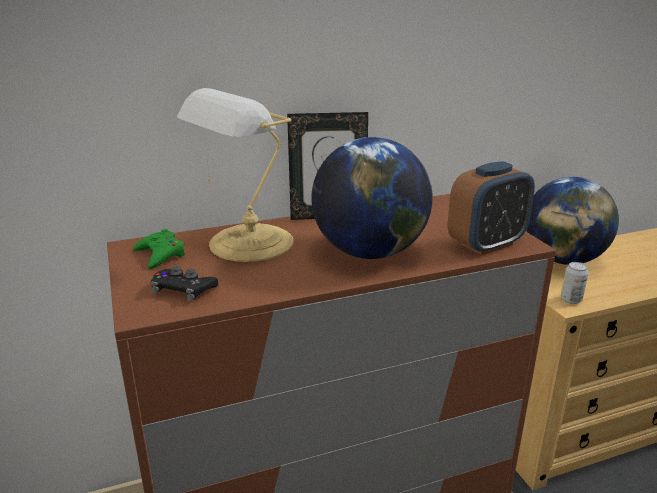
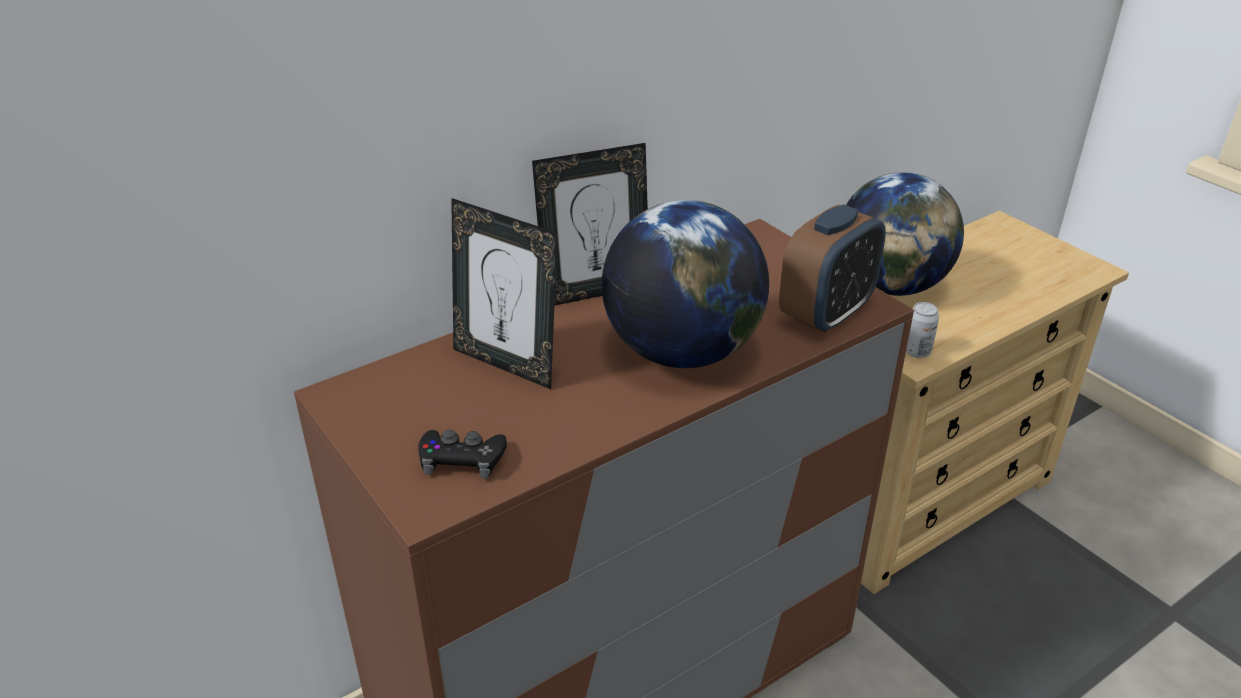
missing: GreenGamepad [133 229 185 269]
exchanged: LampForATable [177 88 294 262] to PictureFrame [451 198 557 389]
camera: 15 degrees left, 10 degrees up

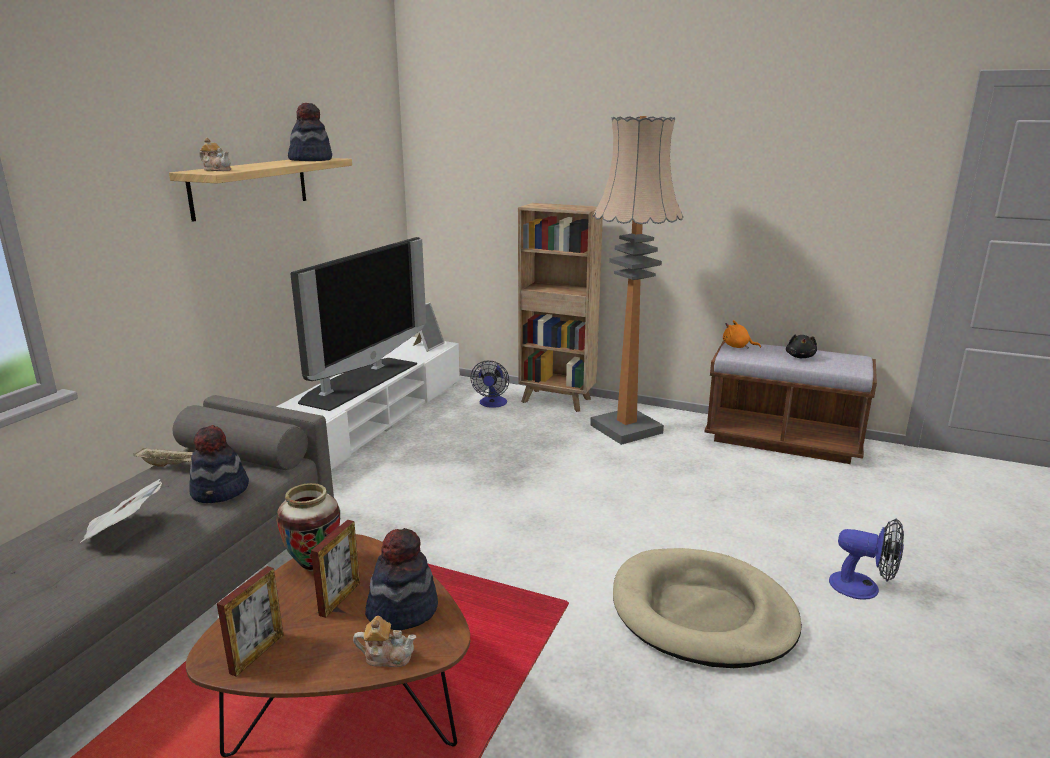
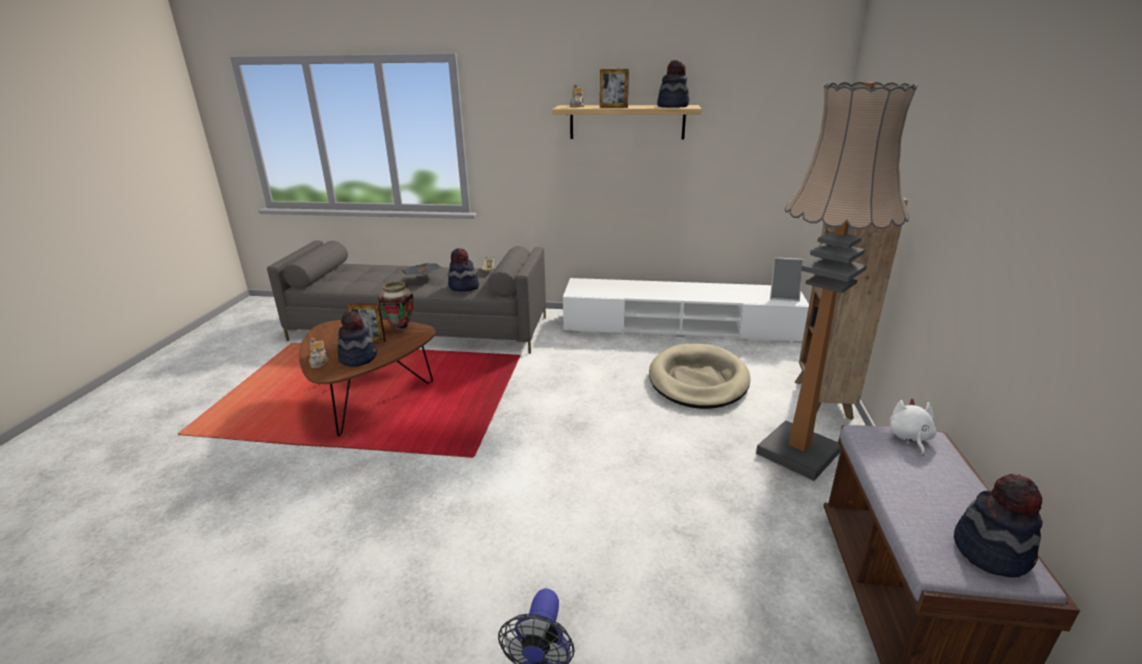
missing: Tv [290 237 426 411]; ElectricFan [471 361 509 408]; BlackCuddlyToy [786 335 817 358]
appeared: ClothingHat [954 474 1042 577]
relocated: PictureFrame [217 566 283 677] to [600 69 629 108]; BeigeColouredDogBed [613 548 802 668] to [649 344 750 409]
colour: OrangeColouredCuddlyToy [723 320 761 349] to WhiteCuddlyToy [890 398 936 455]
camera: 75 degrees right, 5 degrees up

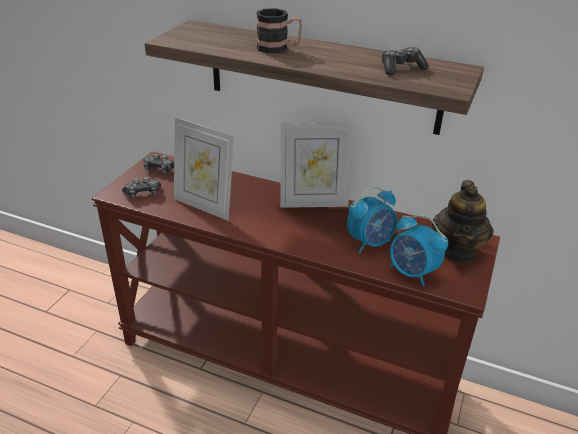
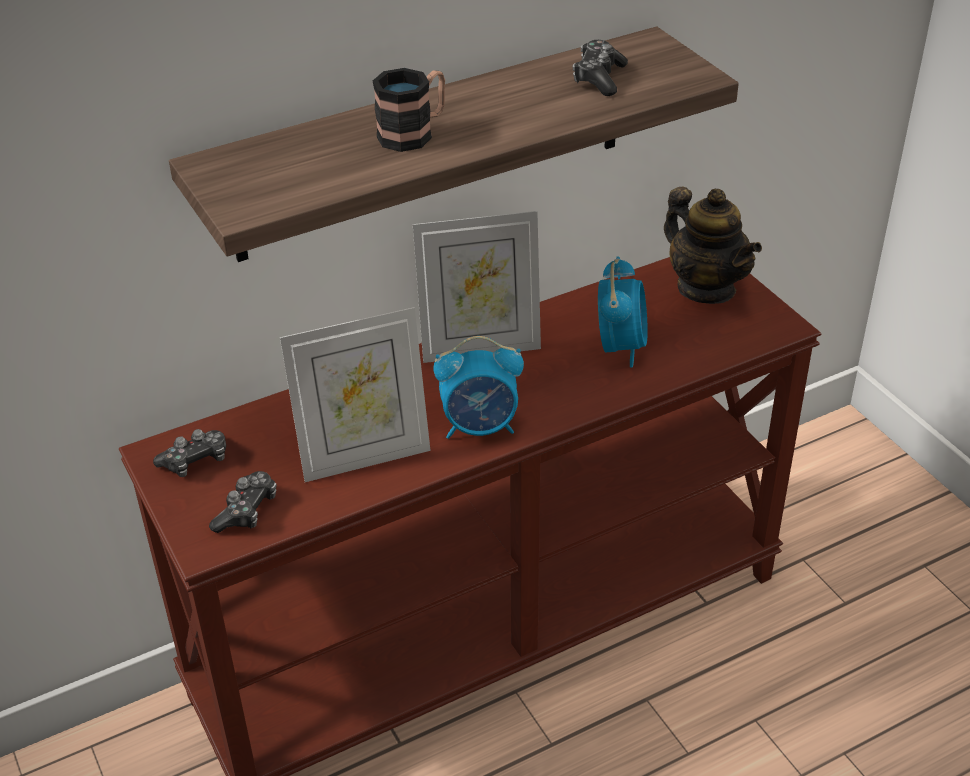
relocated: AlarmClock [390 215 448 286] to [433 336 524 439]
spun: PictureFrame [280 123 354 208] = [413 211 541 363] 45 degrees clockwise
camera: 50 degrees left, 5 degrees up

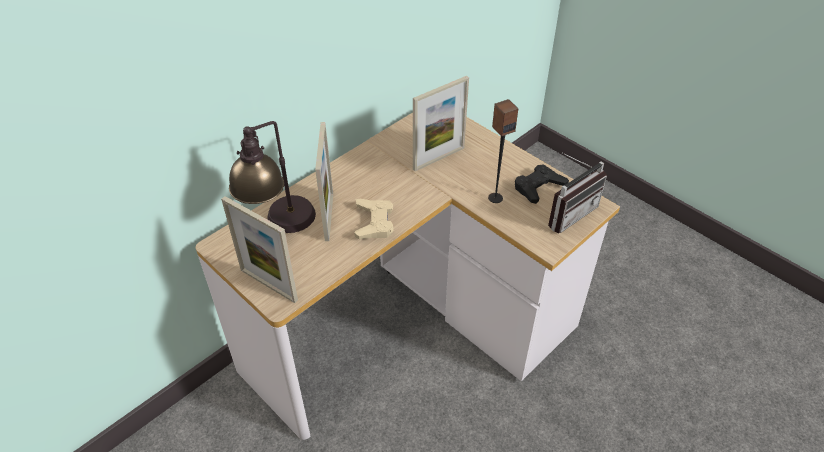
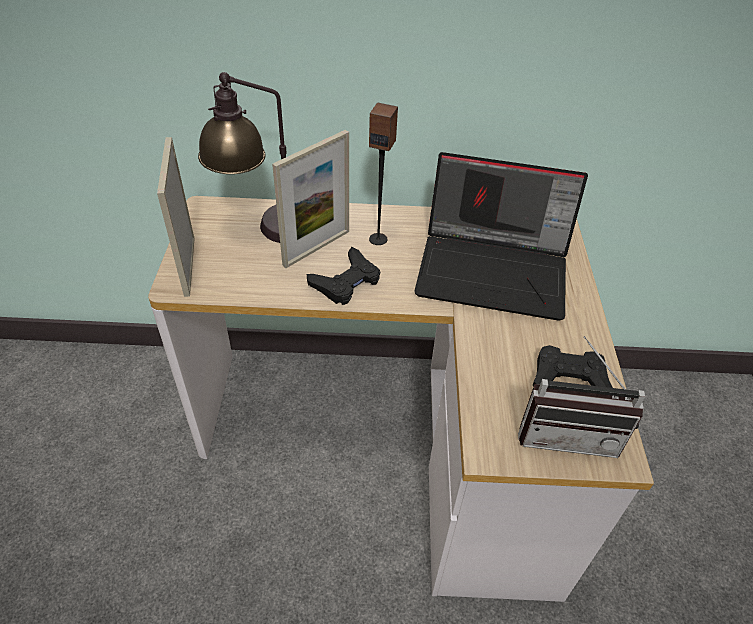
relocated: Speaker [488 99 518 203] to [369 103 398 245]
exchanged: PictureFrame [413 76 469 171] to PortableComputer [414 152 588 321]
colour: BeigeColouredGamepad [354 199 393 239] to BlackGamepad [307 247 380 305]
camera: 45 degrees right, 0 degrees up

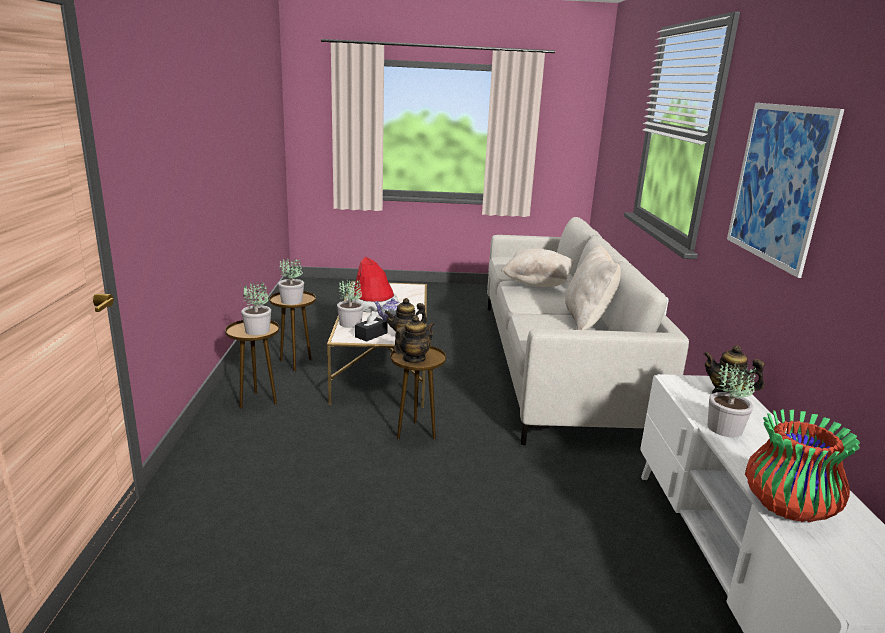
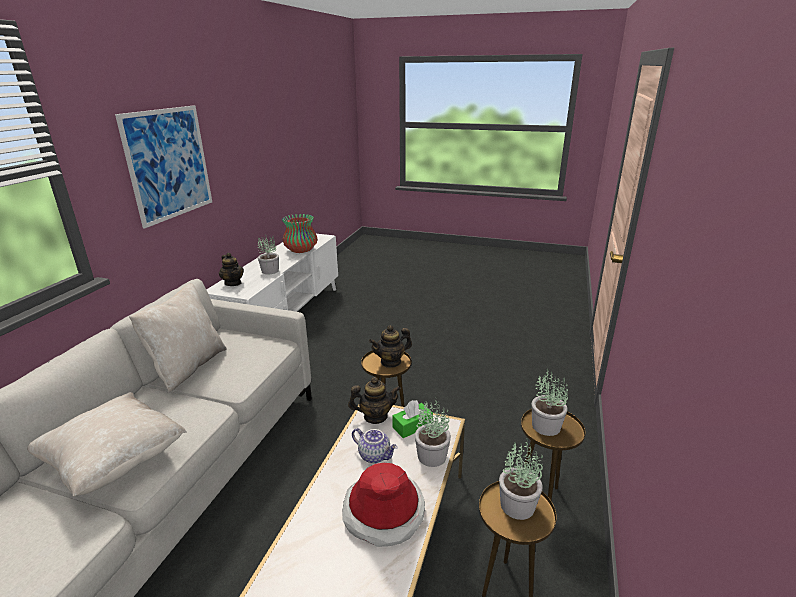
colour: BlackTissueHolder [355 311 388 342] to GreenTissueHolder [392 400 433 438]
camera: 160 degrees left, 5 degrees up

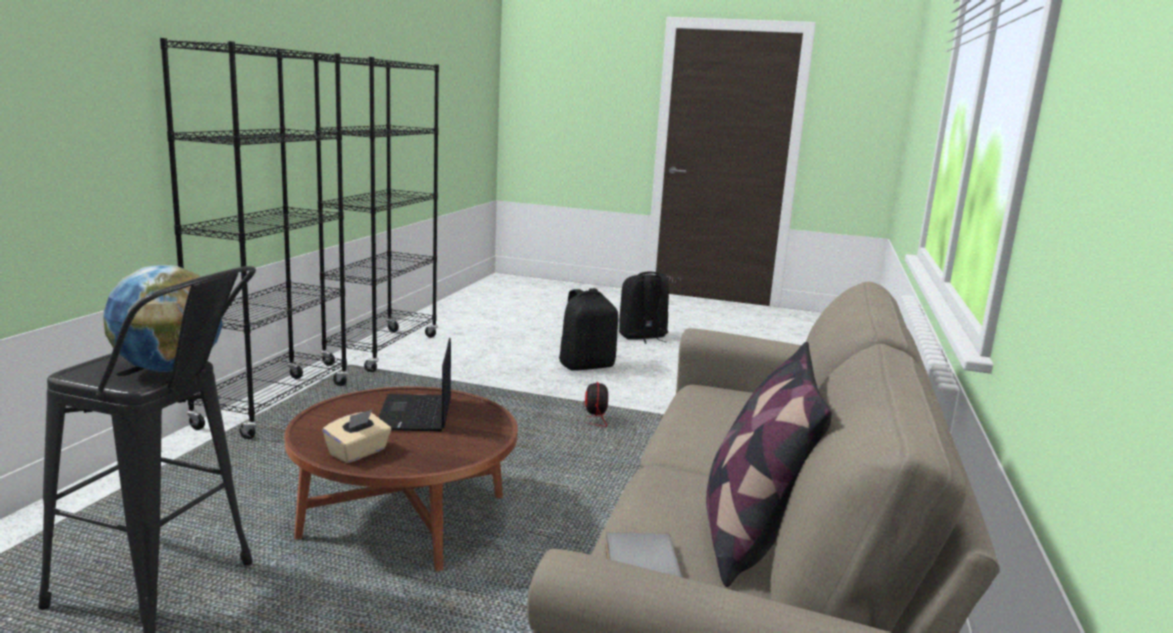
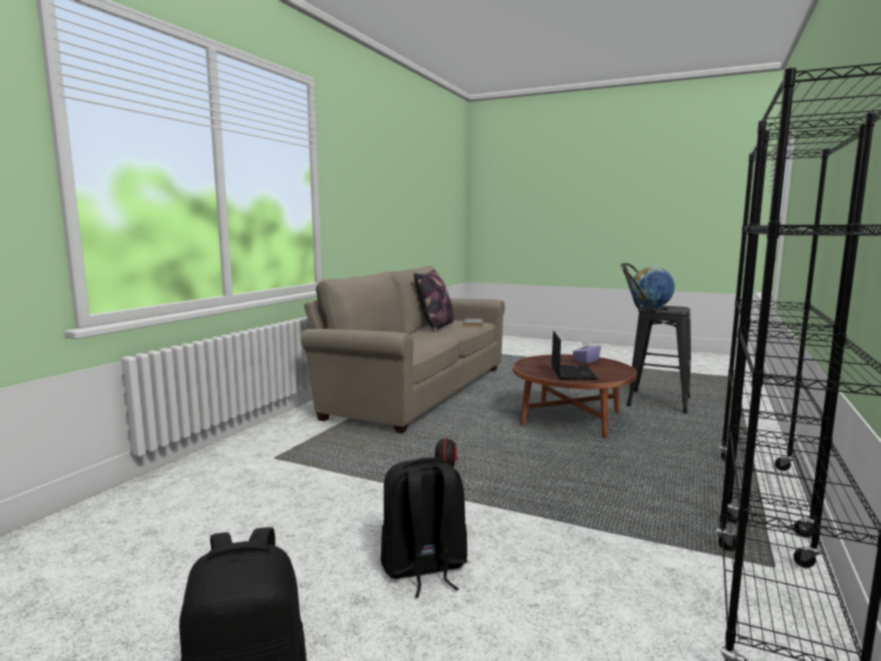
colour: BeigeColouredTissueHolder [323 410 391 463] to PurpleColouredTissueHolder [573 340 601 364]
camera: 170 degrees left, 5 degrees down

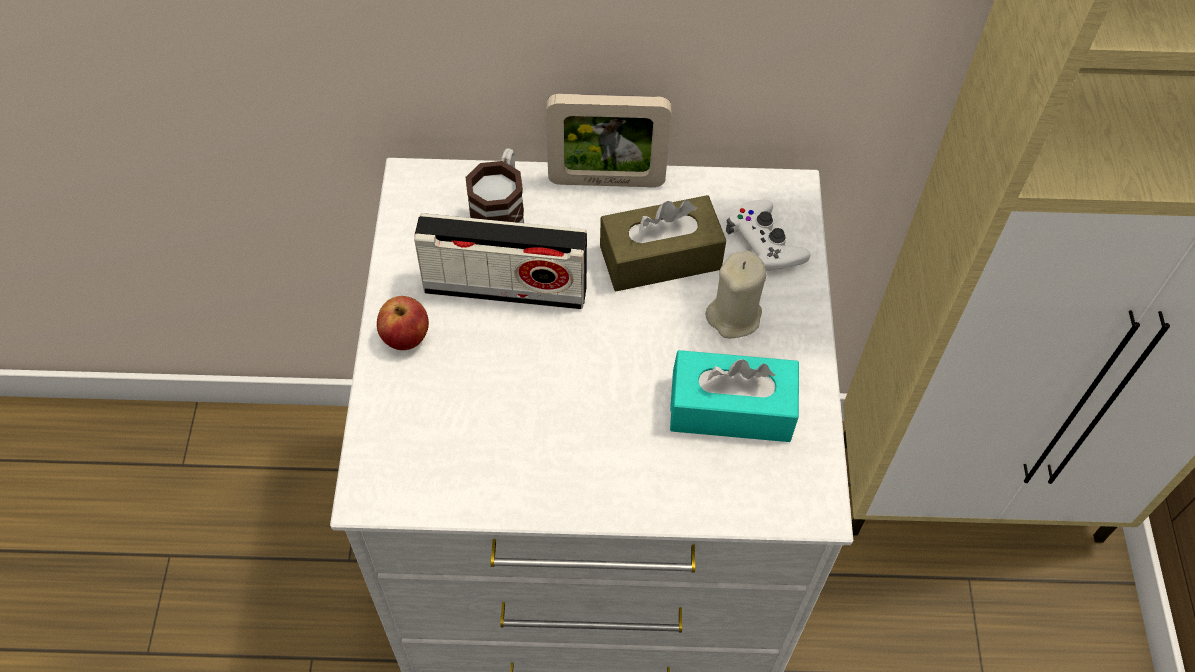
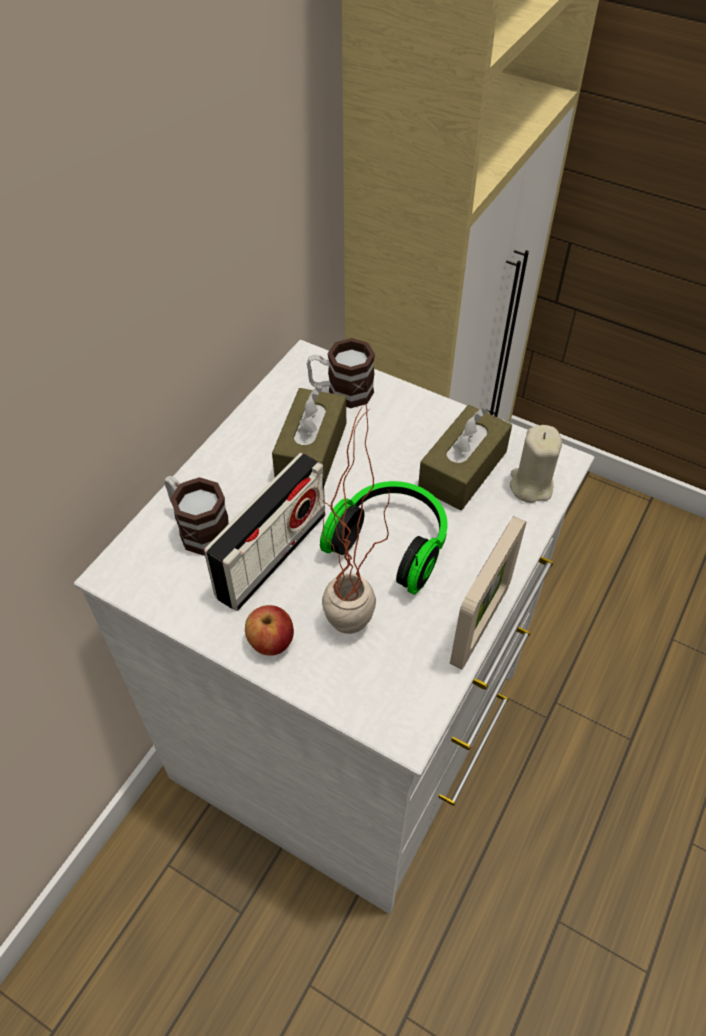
appeared: Houseplant [318 402 390 634]; Headset [320 481 448 595]
relocated: PictureFrame [546 94 671 187] to [450 516 526 669]; BeigeColouredWaxCandle [705 250 766 338] to [510 425 562 503]
exchanged: WhiteGamepad [726 200 810 272] to TeaMug [307 338 375 408]
colour: TurquoiseTissueHolder [670 350 799 442] to BrownColouredTissueHolder [418 405 512 510]
camera: 60 degrees left, 5 degrees down

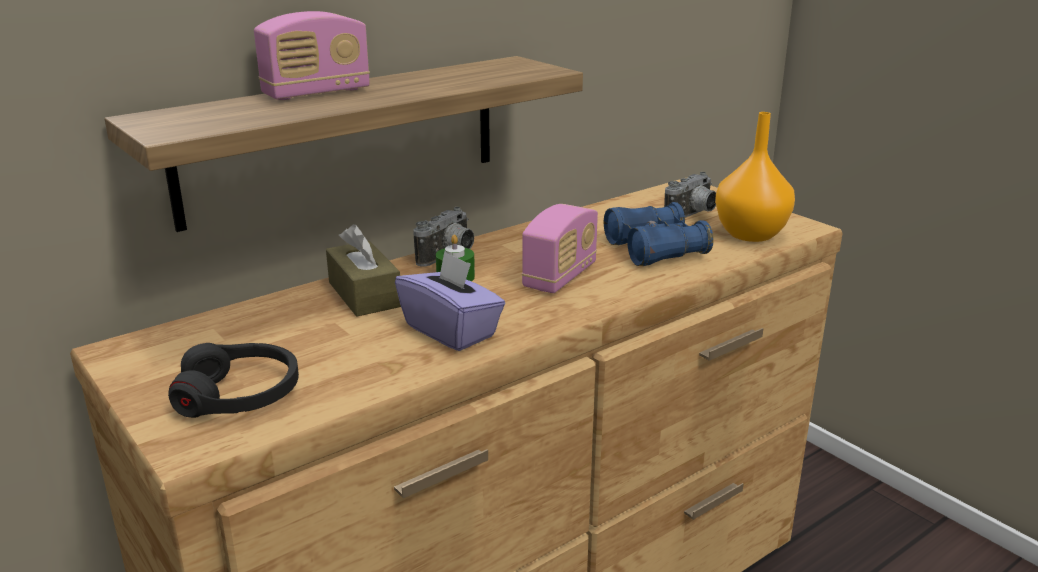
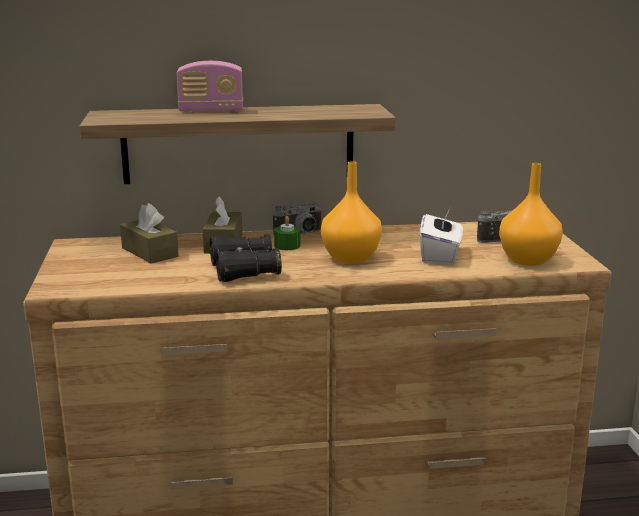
missing: BlackHeadset [168 343 299 418]
appeared: BrownColouredTissueHolder [120 203 179 263]
exchanged: PurpleColouredTissueHolder [395 251 505 351] to BlackFieldGlasses [210 234 282 282]; RadioSet [522 204 598 293] to OrangeColouredVase [321 161 382 264]; BlueColouredFieldGlasses [604 202 714 266] to WhiteTissueHolder [420 208 463 264]
camera: 30 degrees right, 5 degrees down

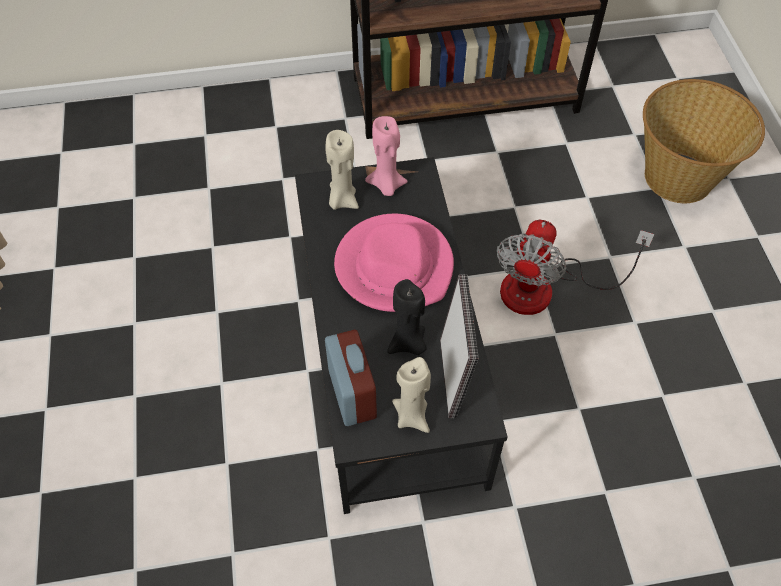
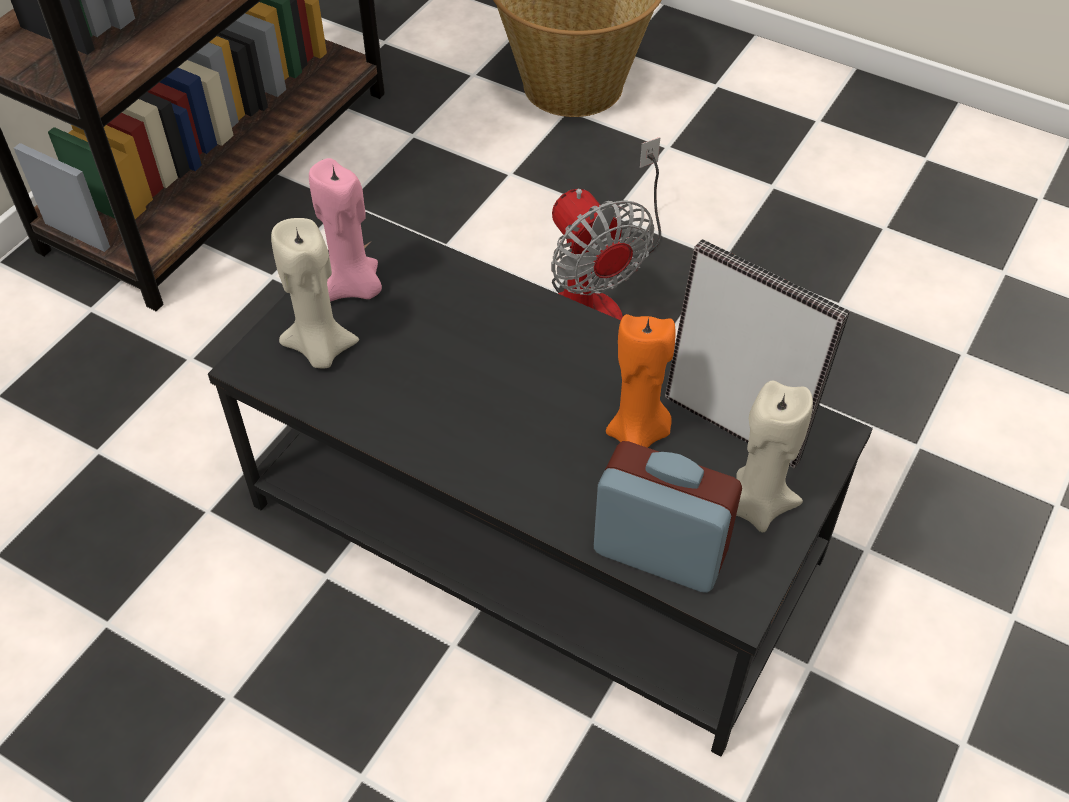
missing: PinkClothingHat [334 214 454 312]
colour: BlackWaxCandle [387 279 427 355] to OrangeColouredWaxCandle [606 314 676 448]
camera: 50 degrees left, 5 degrees down

